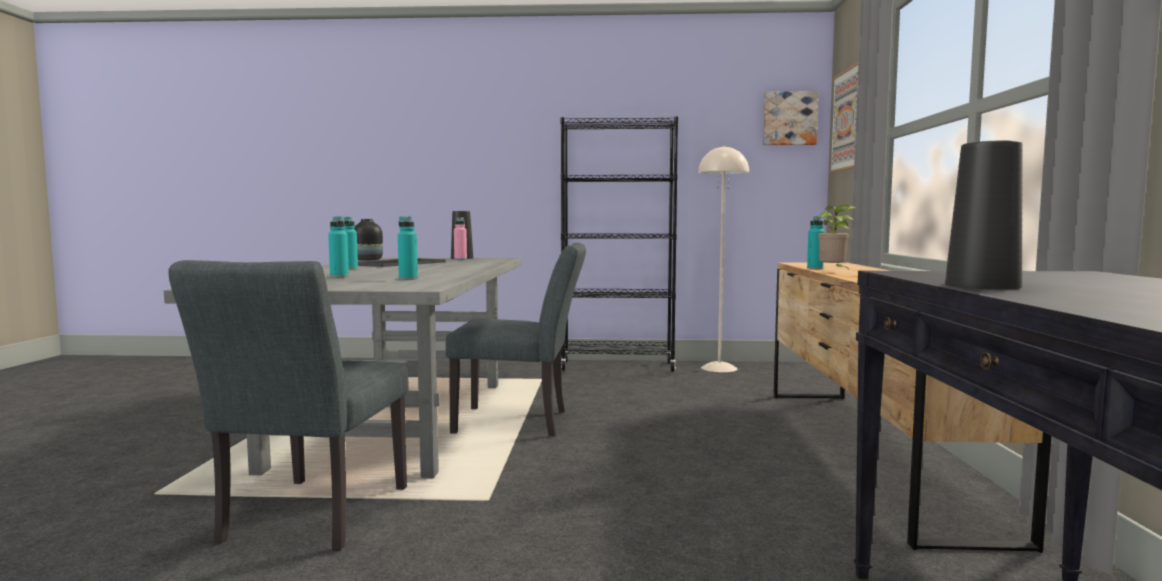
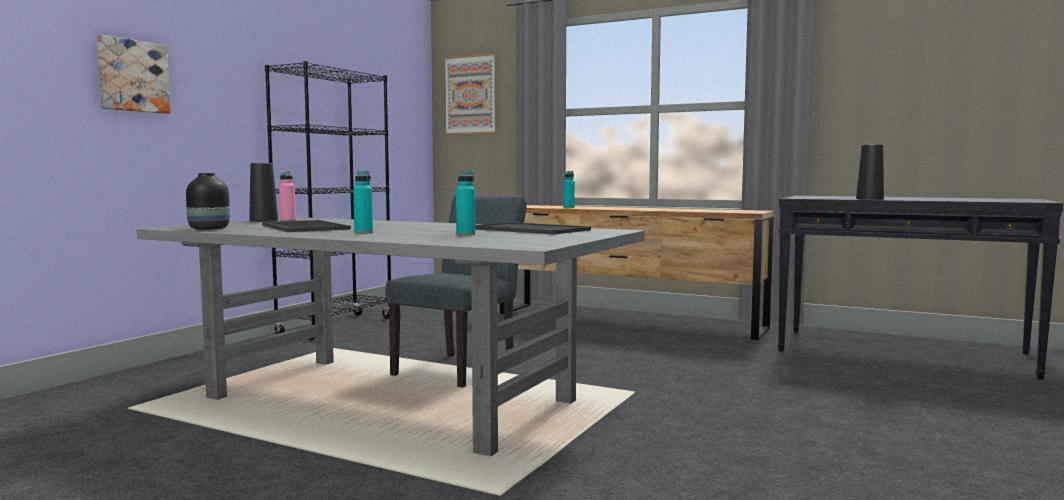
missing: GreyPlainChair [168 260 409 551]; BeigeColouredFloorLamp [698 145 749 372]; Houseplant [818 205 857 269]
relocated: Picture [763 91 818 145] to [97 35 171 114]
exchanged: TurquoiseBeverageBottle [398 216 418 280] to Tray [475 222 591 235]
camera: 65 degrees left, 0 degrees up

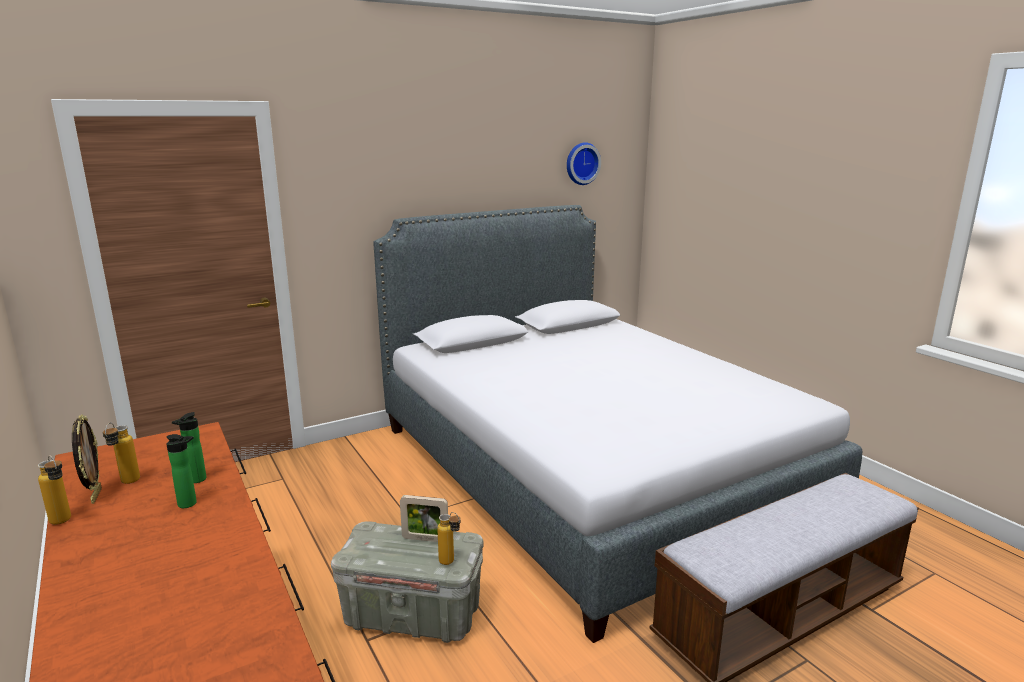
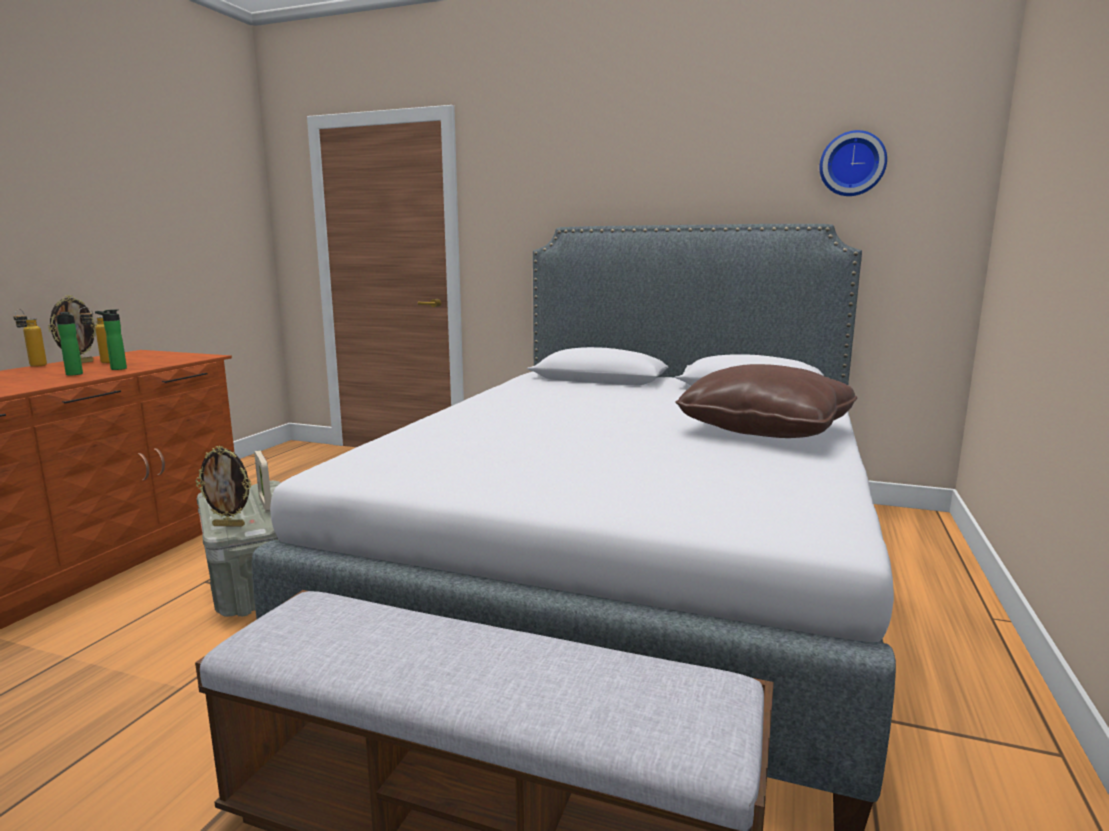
appeared: BrownColouredCushion [675 364 857 438]
exchanged: BeverageBottle [437 512 461 565] to PictureFrame [196 446 251 527]
camera: 50 degrees right, 5 degrees down

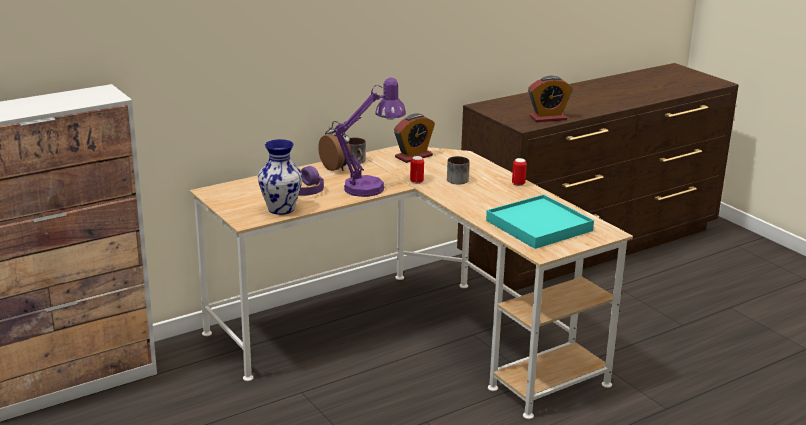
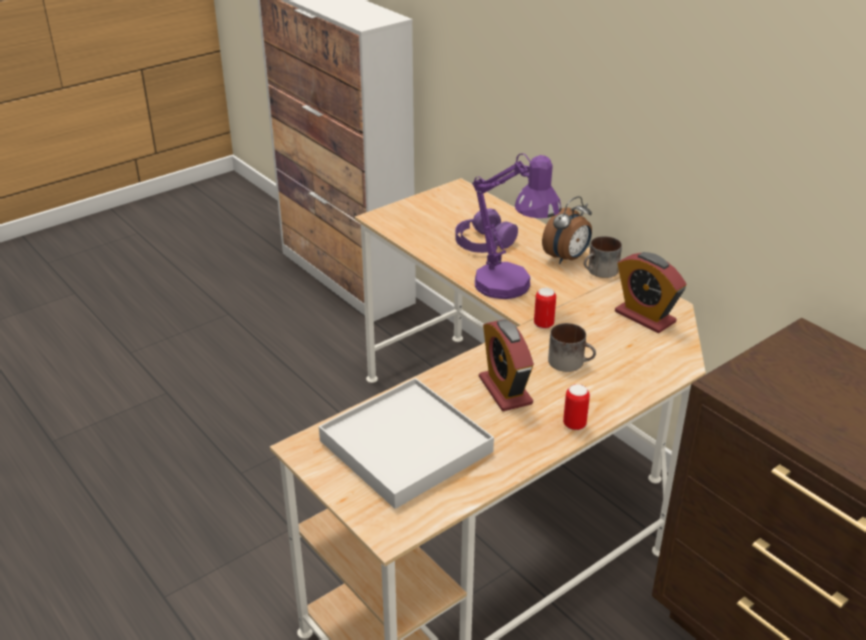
missing: Vase [258 139 303 215]
relocated: AlarmClock [528 76 573 122] to [479 319 534 411]
colour: TurquoiseTray [486 194 594 249] to WhiteTray [319 378 494 509]
camera: 85 degrees right, 10 degrees up

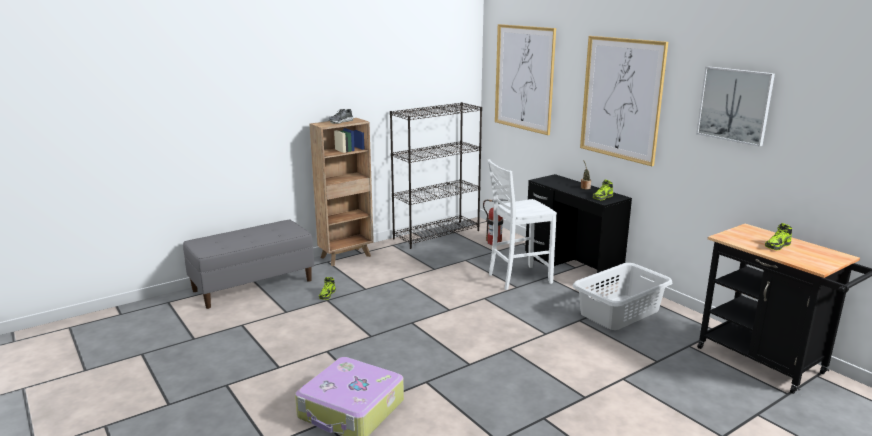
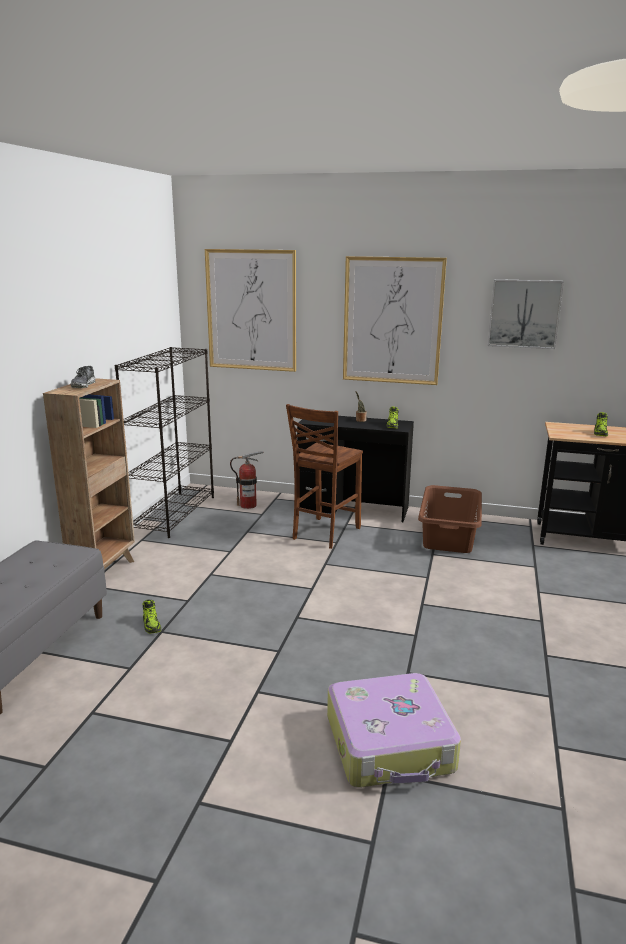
colour: WhitePlainChair [488 159 557 290] to BrownColouredPlainChair [286 404 363 549]; GreyLaundryBasket [572 263 672 330] to BrownColouredLaundryBasket [418 485 482 553]
camera: 40 degrees left, 0 degrees up

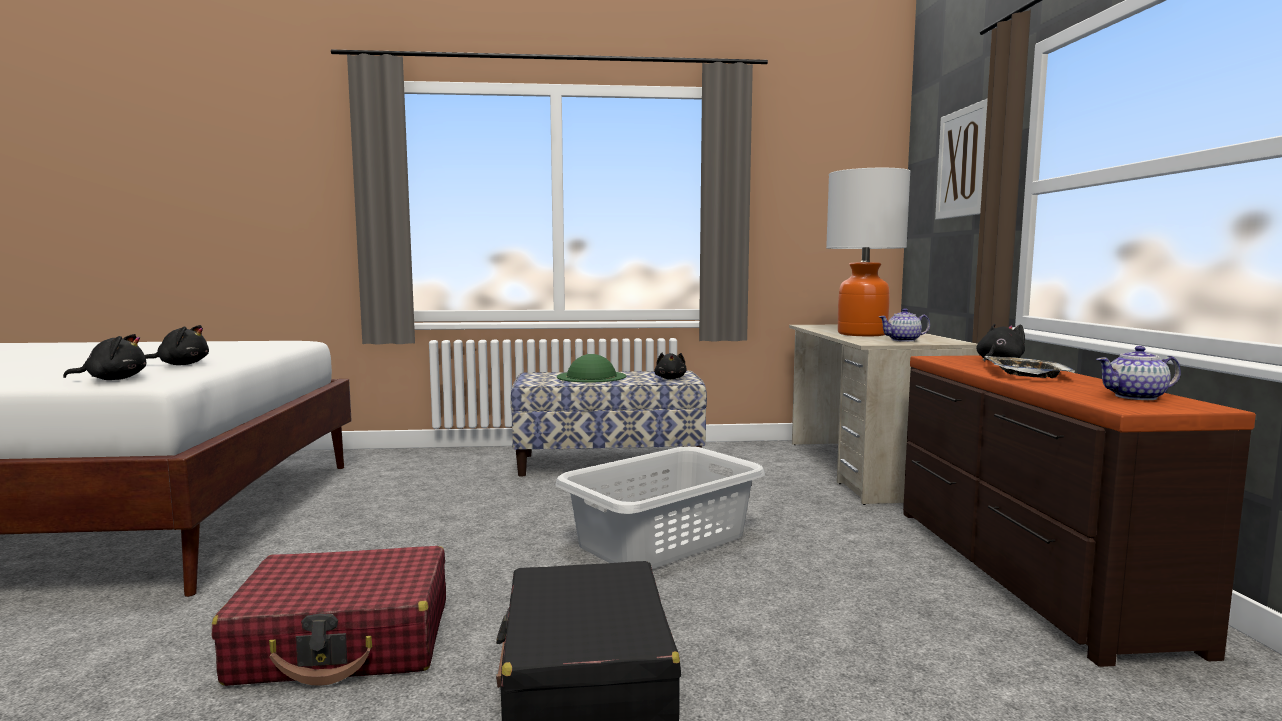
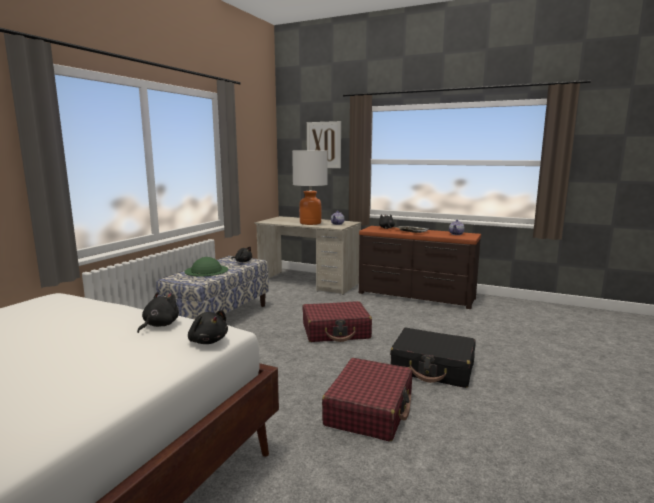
exchanged: GreyLaundryBasket [555 446 765 569] to RedColouredSuitcase [302 301 372 342]
spun: BlackCuddlyToy [63 334 146 380] = [188 310 228 344] 120 degrees clockwise
camera: 60 degrees left, 5 degrees up

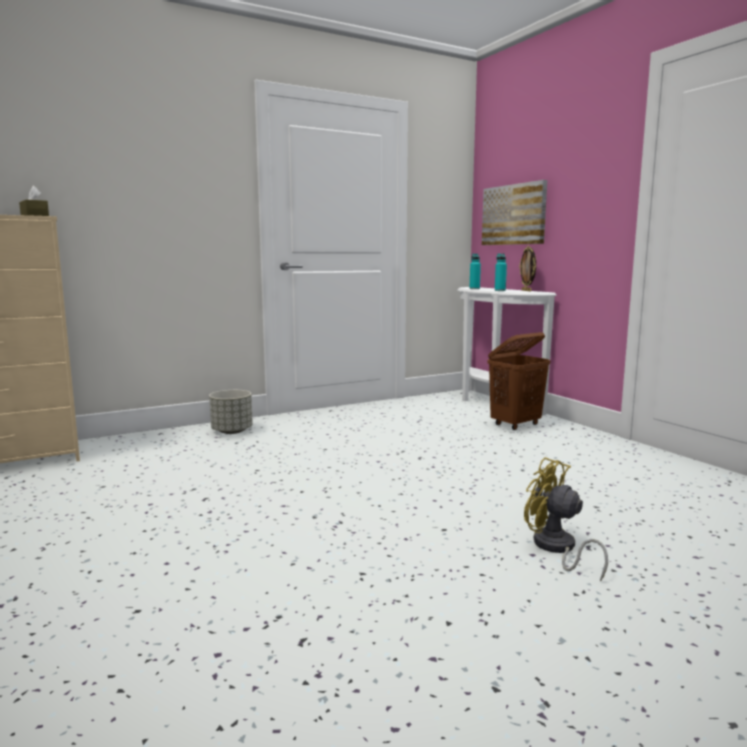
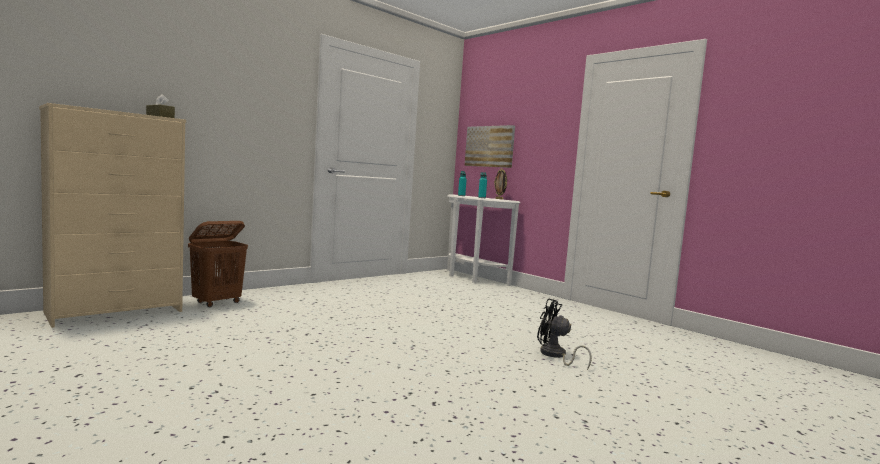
missing: GreyFlowerPot [209 390 253 434]
relocated: BrownColouredLaundryBasket [488 332 550 430] to [188 221 248 307]
colour: YellowishElectricFan [524 457 608 582] to BlackElectricFan [537 299 592 370]
camera: 15 degrees left, 5 degrees down

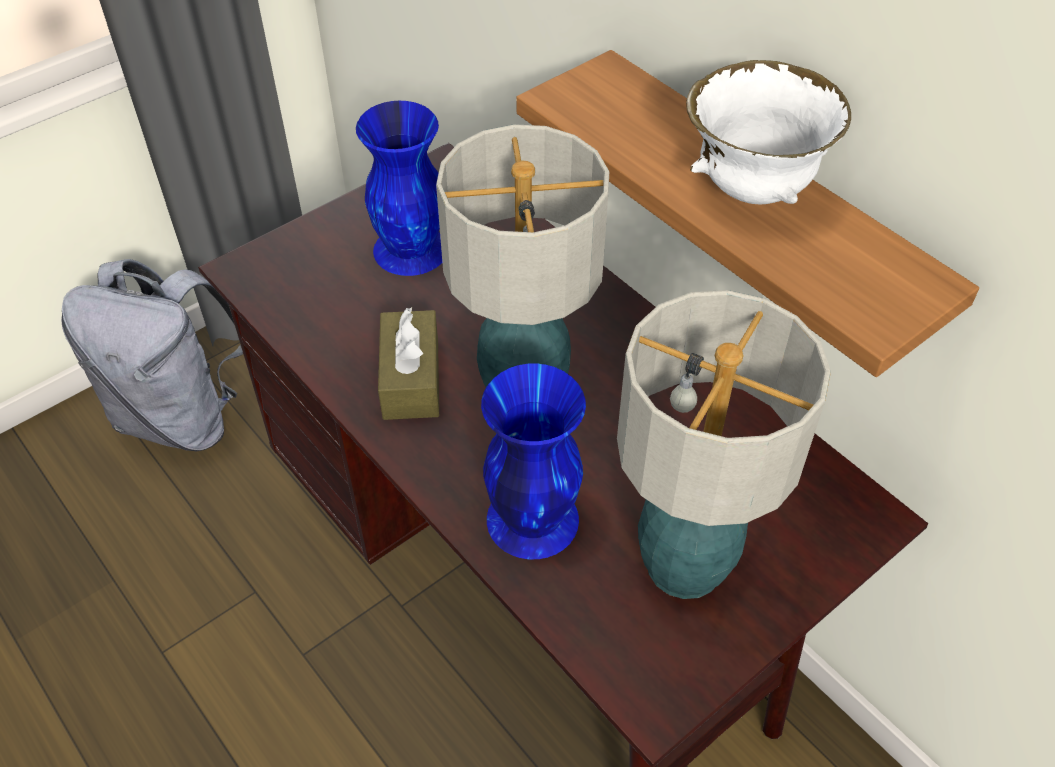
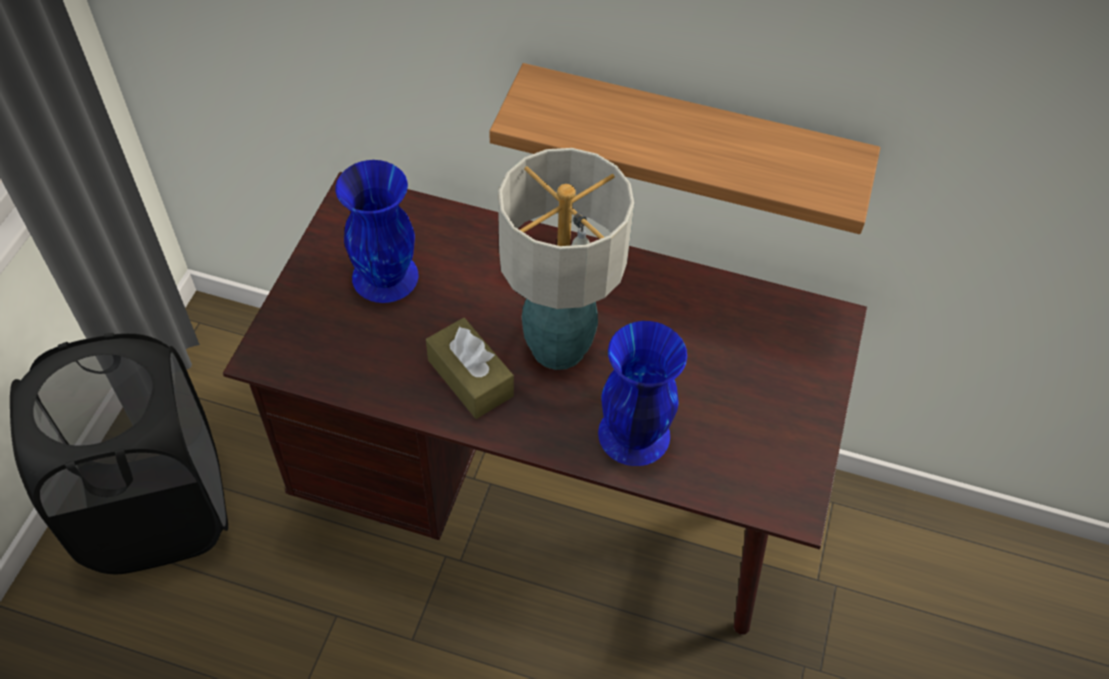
missing: LampForATable [617 290 831 599]; WhiteDeepDish [686 60 851 205]
exchanged: GreyBackpack [61 259 243 451] to BlackLaundryBasket [10 333 228 575]
camera: 35 degrees left, 5 degrees up

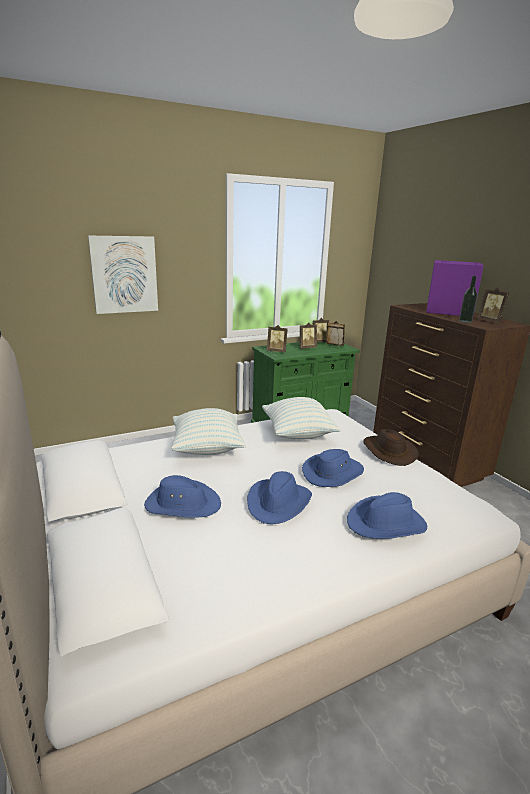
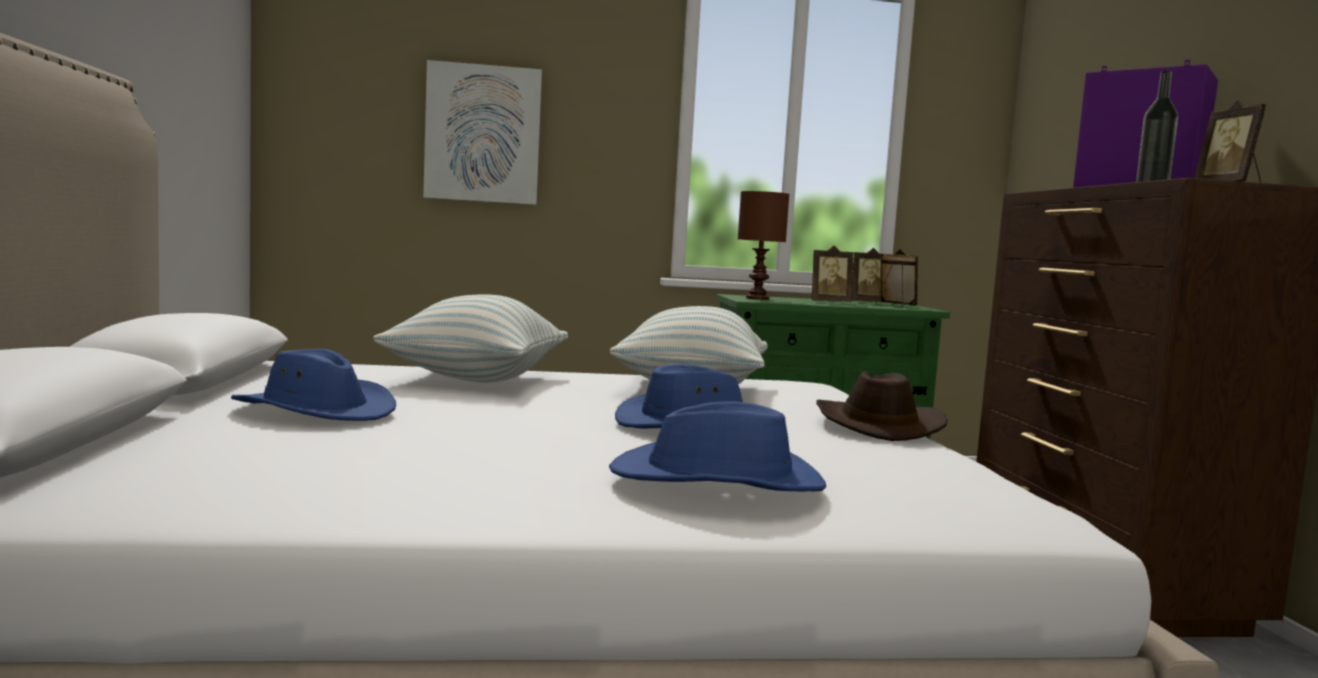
missing: BlueColouredClothingHat [247 471 312 524]
exchanged: PictureFrame [267 325 288 352] to BrownColouredLampForATable [738 191 789 300]
camera: 20 degrees right, 15 degrees down

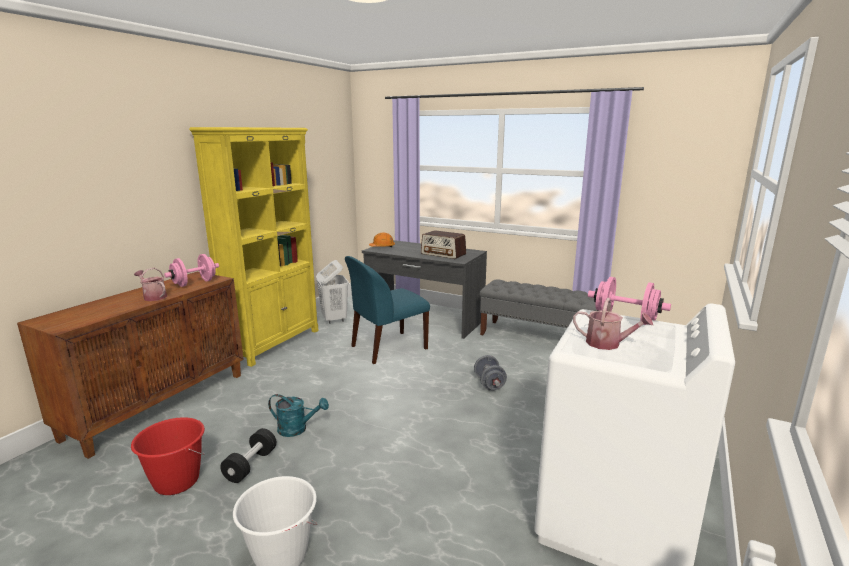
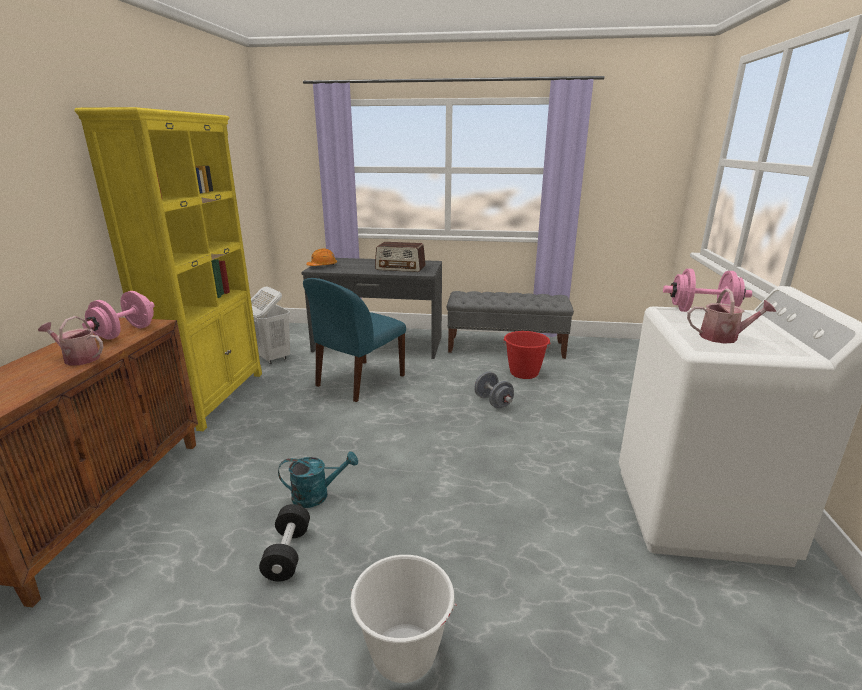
relocated: RedColouredWaterBucket [131 417 205 495] to [503 331 551 379]
camera: 20 degrees left, 5 degrees up

